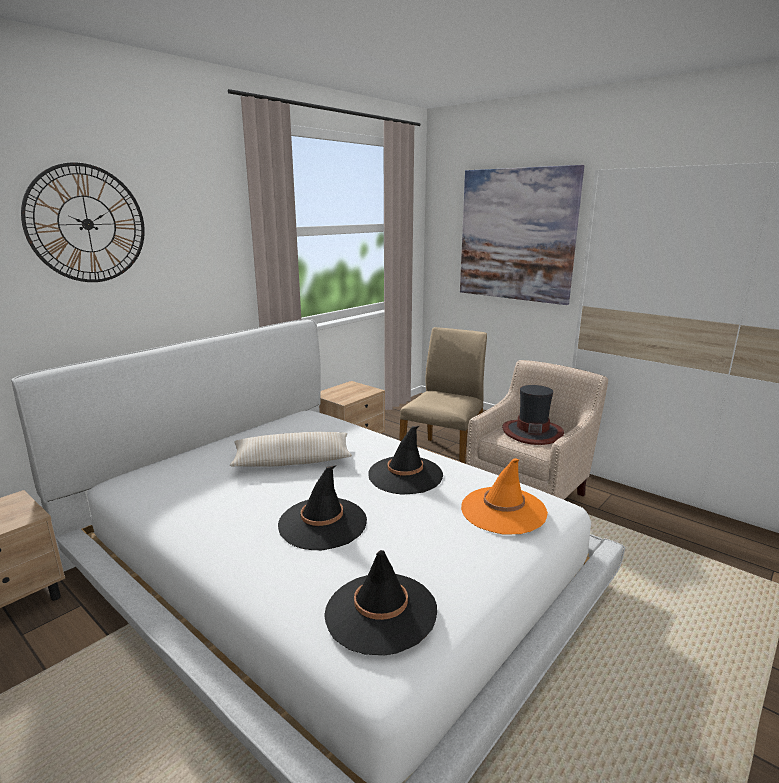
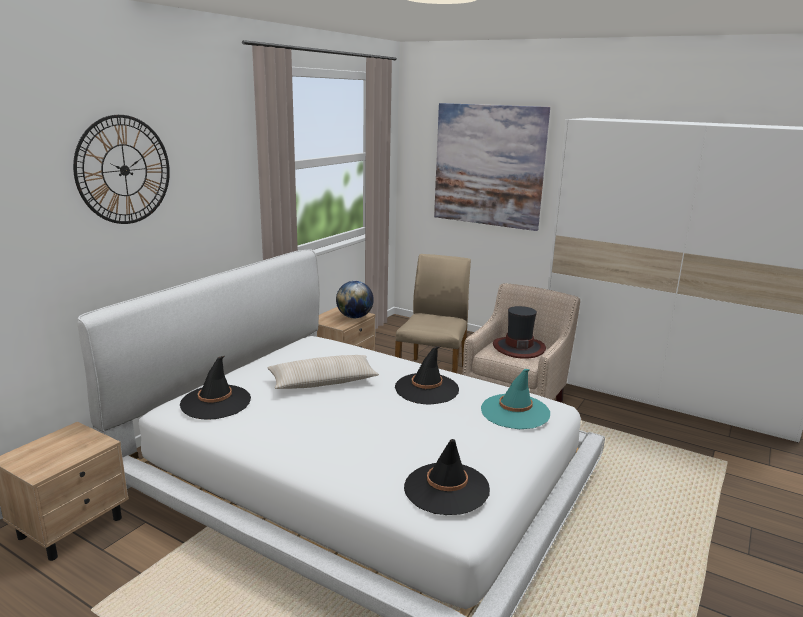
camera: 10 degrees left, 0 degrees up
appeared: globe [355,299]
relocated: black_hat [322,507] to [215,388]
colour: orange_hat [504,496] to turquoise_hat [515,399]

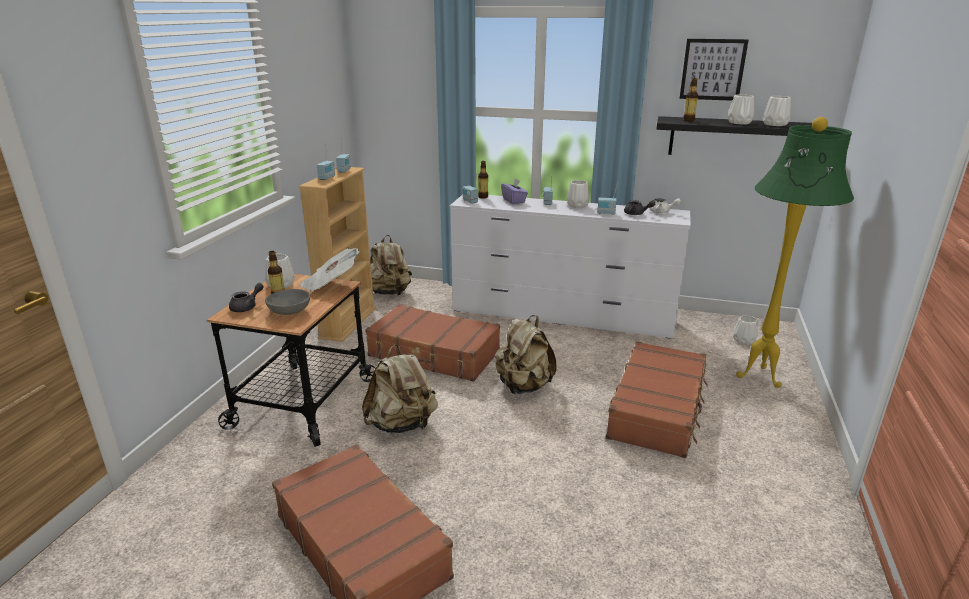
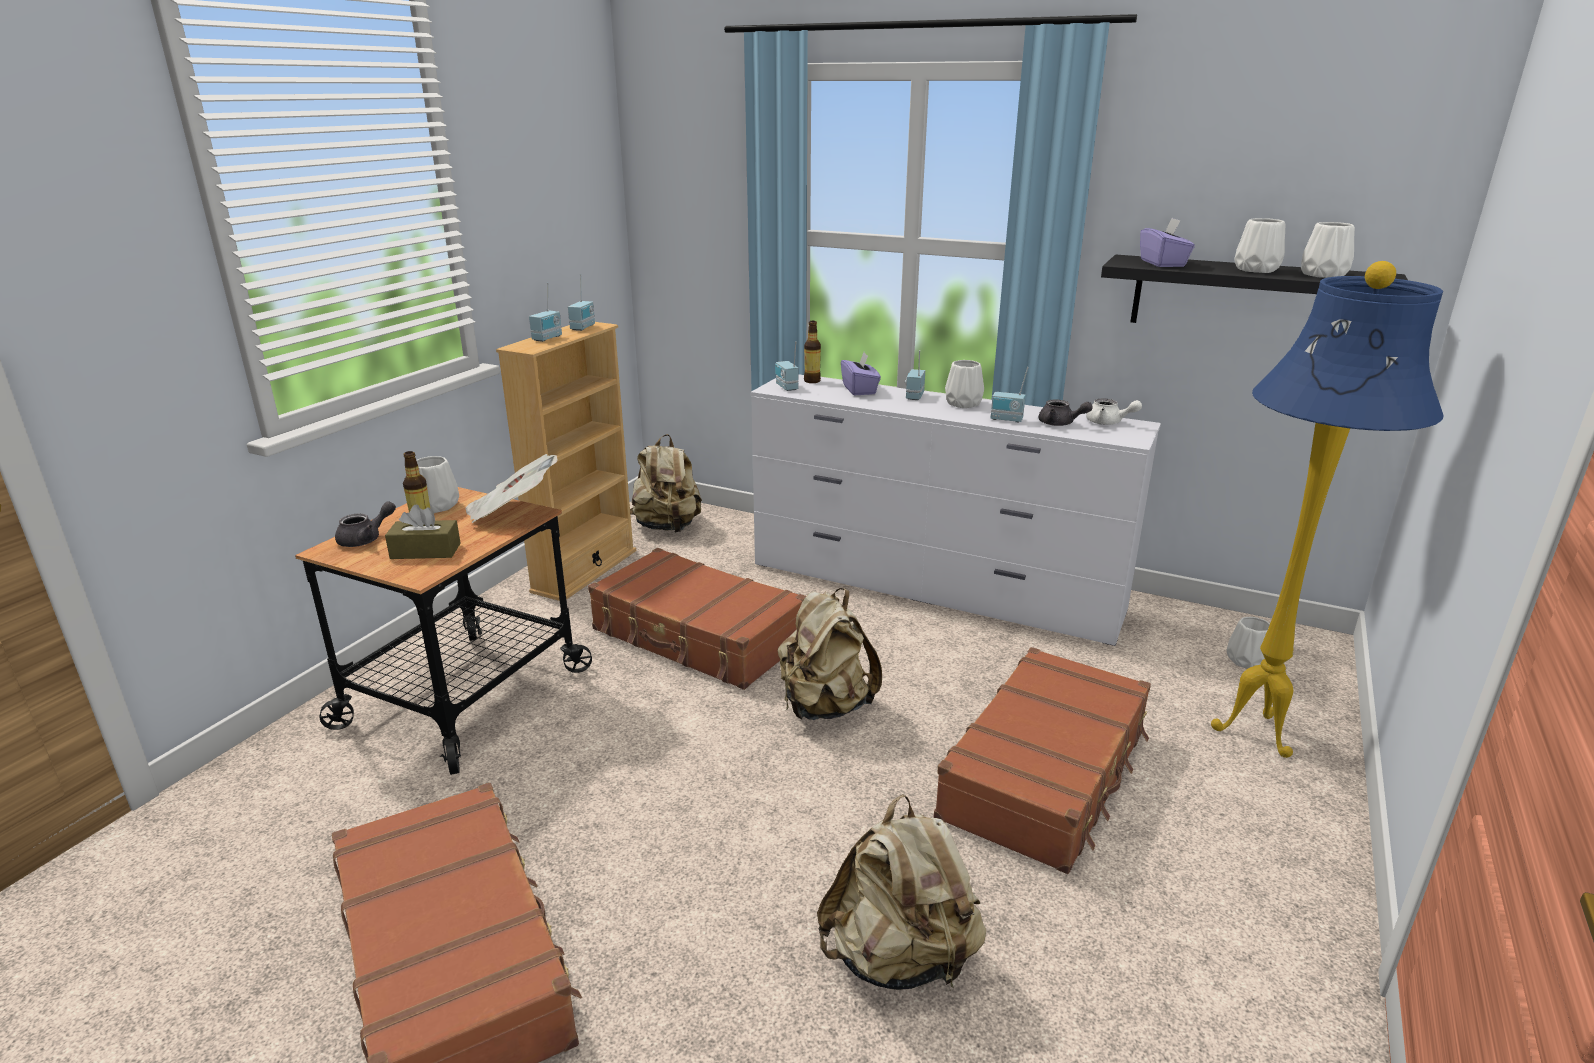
camera: 10 degrees right, 0 degrees up
missing: picture [714,70]
relocated: beige_backpack [400,389] to [901,892]
exchanged: grey_bowl [287,302] to brown_tissue_box [423,531]; bottle [690,100] to purple_tissue_box [1167,242]
colour: green_floor_lamp [795,252] to blue_floor_lamp [1327,509]

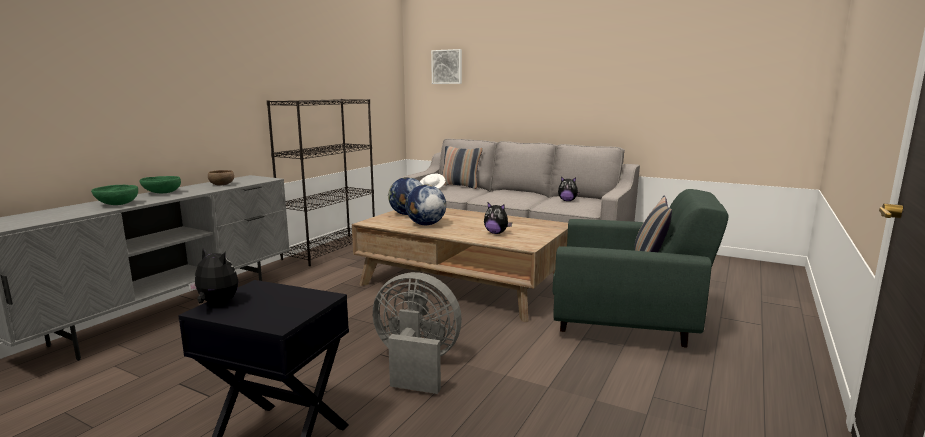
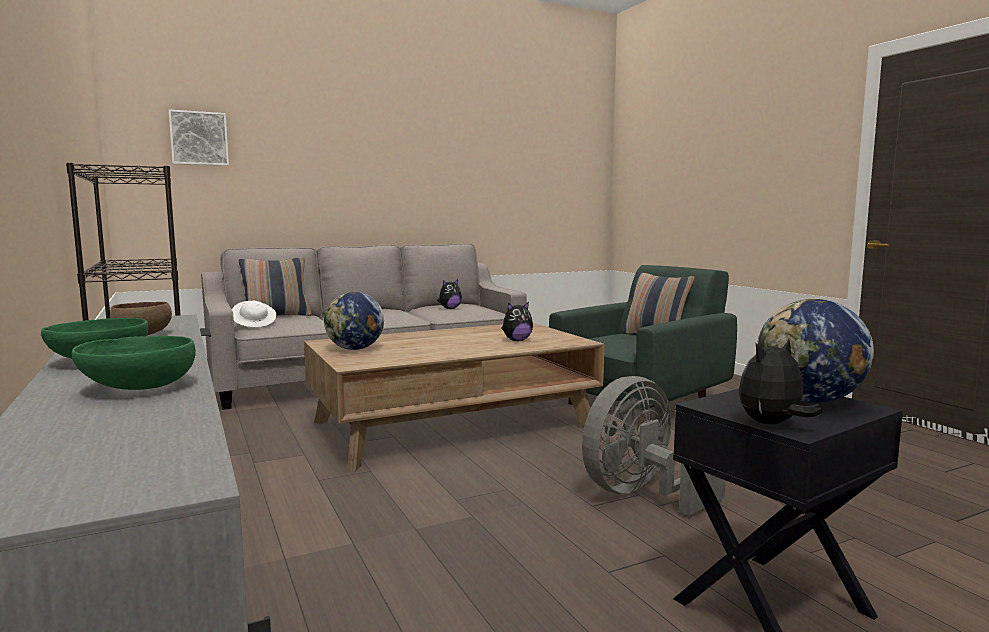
camera: 55 degrees left, 5 degrees down
relocated: globe [425,204] to [815,351]

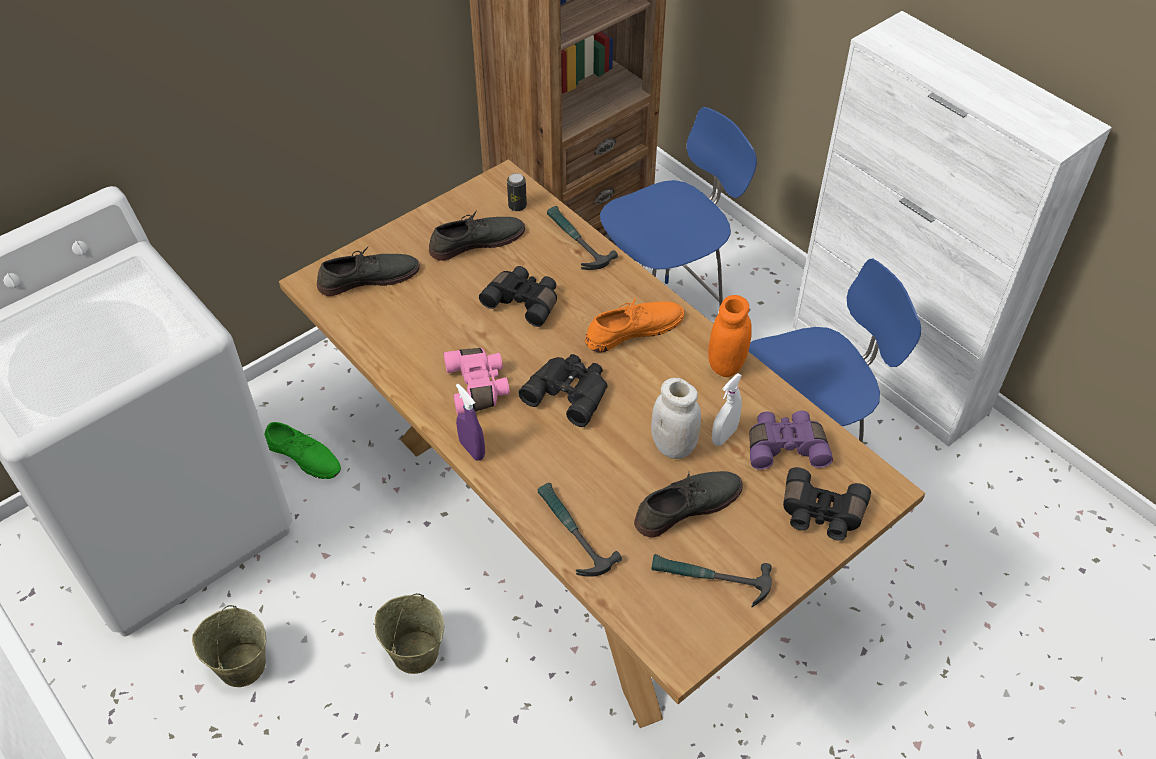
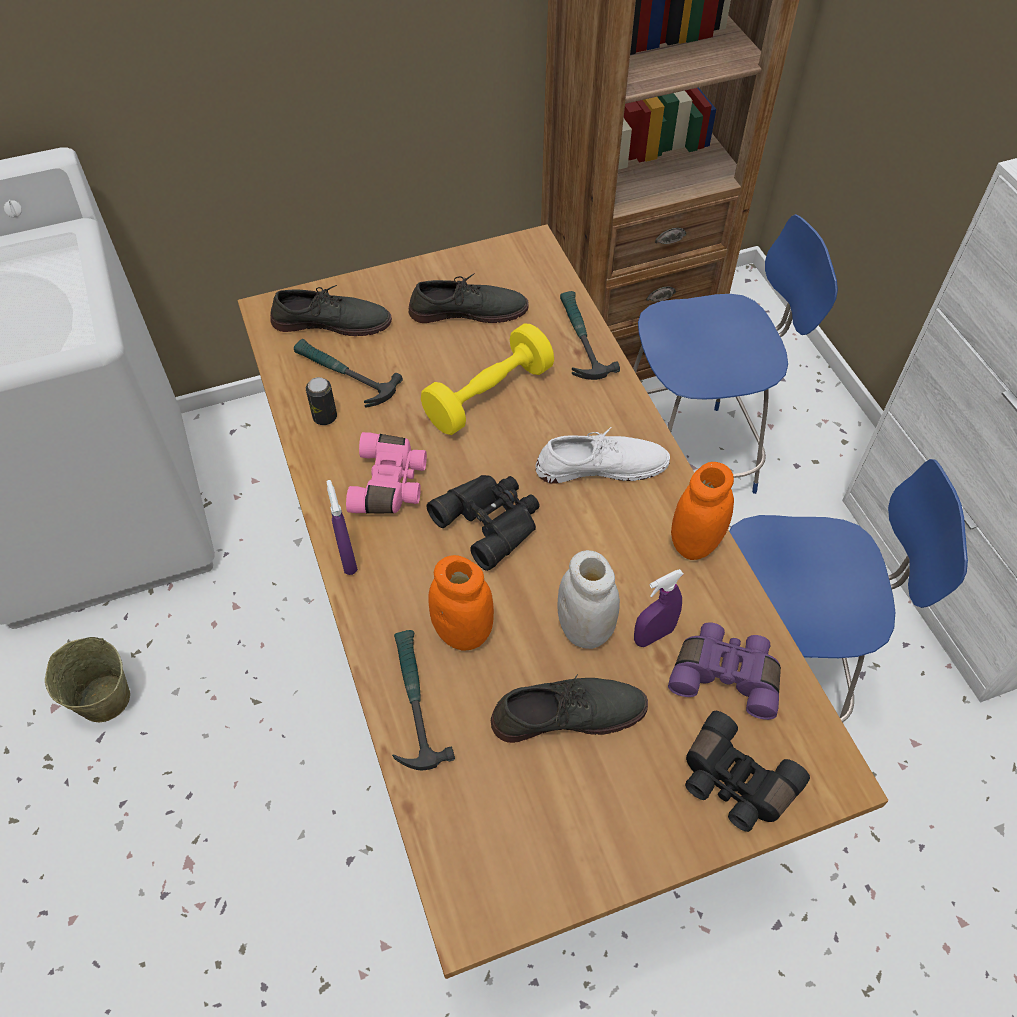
camera: 20 degrees right, 5 degrees up
missing: green_shoe [302,450]; beige_bucket [409,633]
appeared: orange_jar [461,603]
relocated: can [517,192] to [321,401]; hammer [711,580] to [348,373]
exchanged: black_binoculars [518,296] to yellow_dumbbell [487,379]
colour: orange_shoe [634,325] to white_shoe [602,455]; white_spray_bottle [727,409] to purple_spray_bottle [658,608]

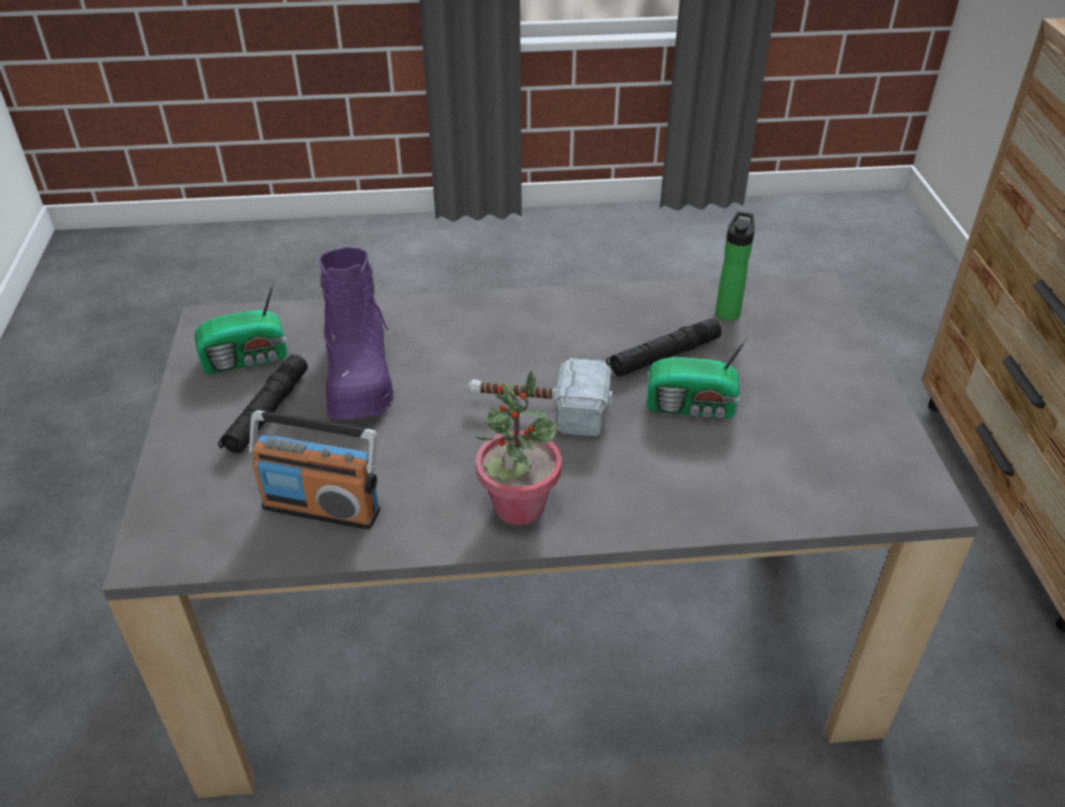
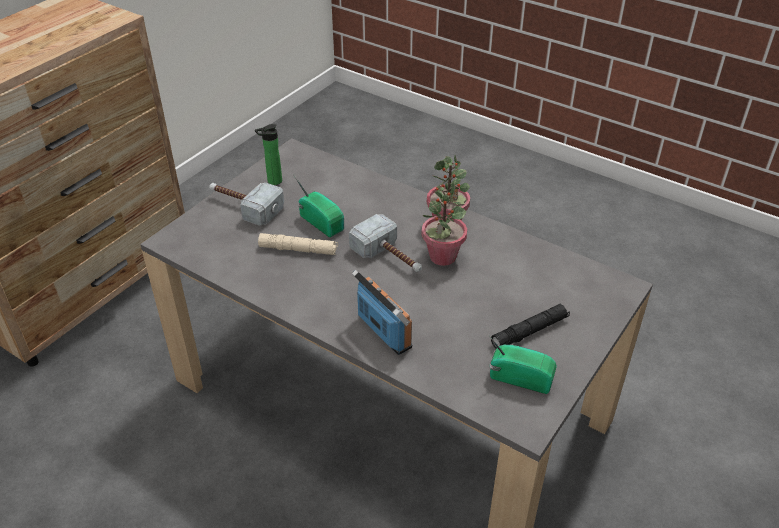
camera: 140 degrees left, 0 degrees up
missing: purple_boot [356,333]
appeared: hammer [246,204]; potted_plant [444,223]
relocated: radio [314,470] to [382,312]; bottle [735,266] to [268,154]
colour: black_flashlight [663,347] to beige_flashlight [298,244]

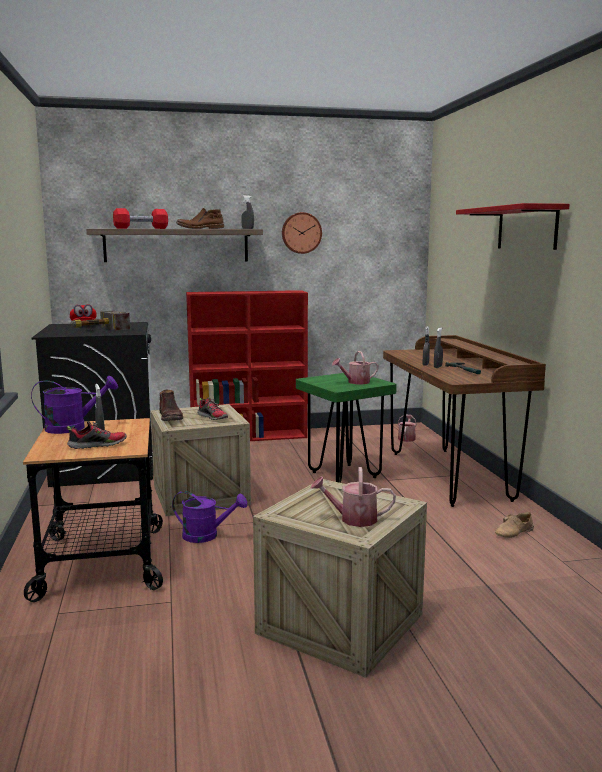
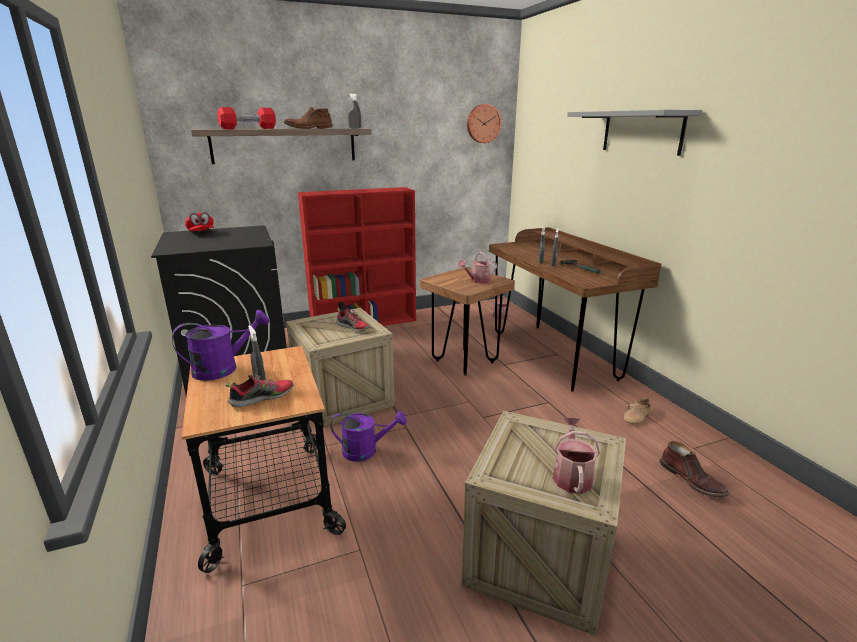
camera: 10 degrees left, 10 degrees up
missing: hammer [100,320]
relocated: brown_boot [171,405] to [694,469]; wall_clock [302,233] to [484,123]
colour: green_stool [346,428] to brown_stool [467,321]; red_shelf [513,226] to grey_shelf [635,133]
spun: watering_can [353,497] = [576,455] 105 degrees clockwise

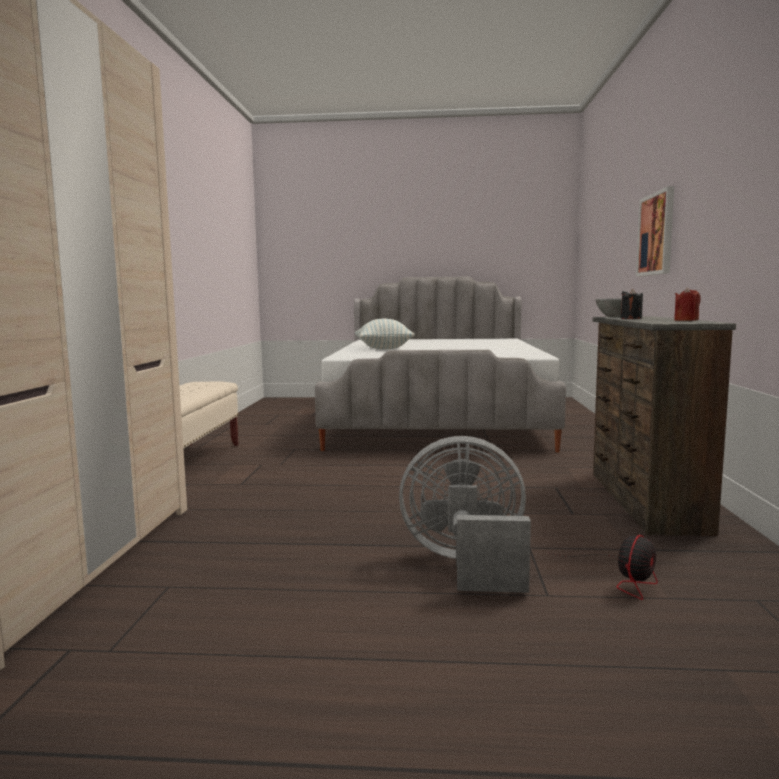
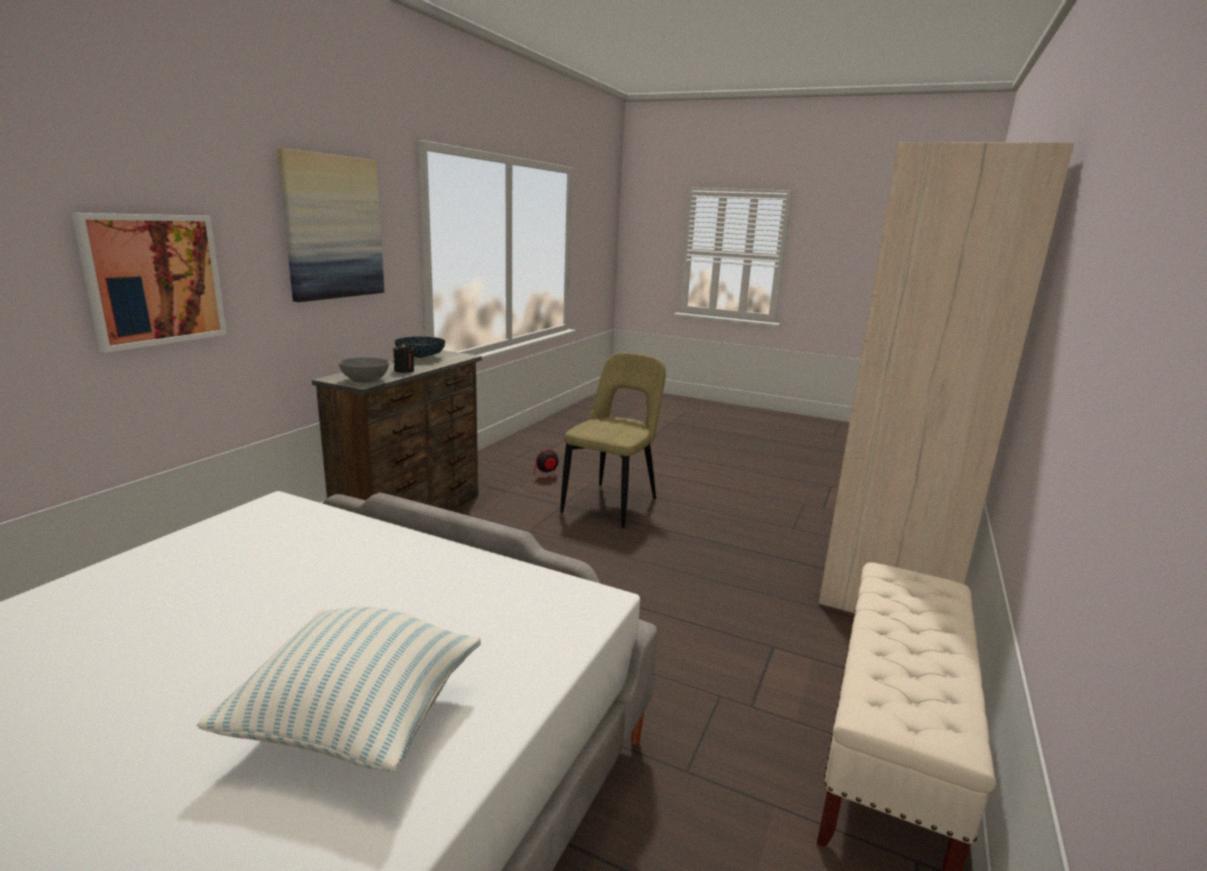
camera: 160 degrees left, 10 degrees up
appeared: picture [330,225]
exchanged: grey_fan [465,514] to beige_chair [613,440]; red_candle [687,304] to bowl [420,347]

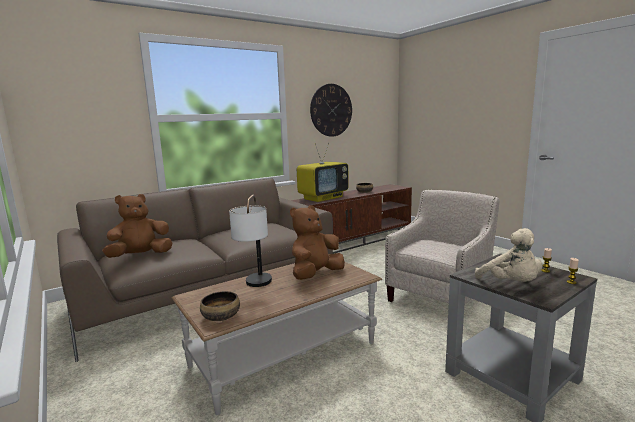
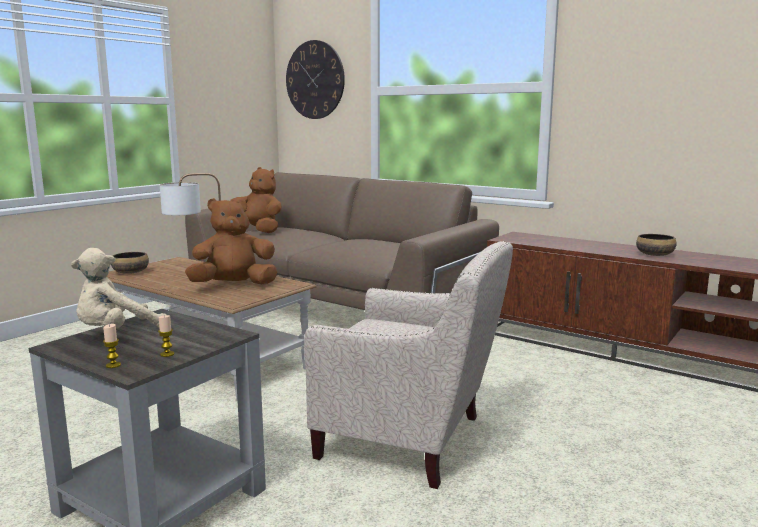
camera: 70 degrees right, 0 degrees up
missing: television [323,172]
relocated: wall_clock [331,110] to [315,79]
spun: brown_plush_toy [317,242] = [231,241] 45 degrees counterclockwise

